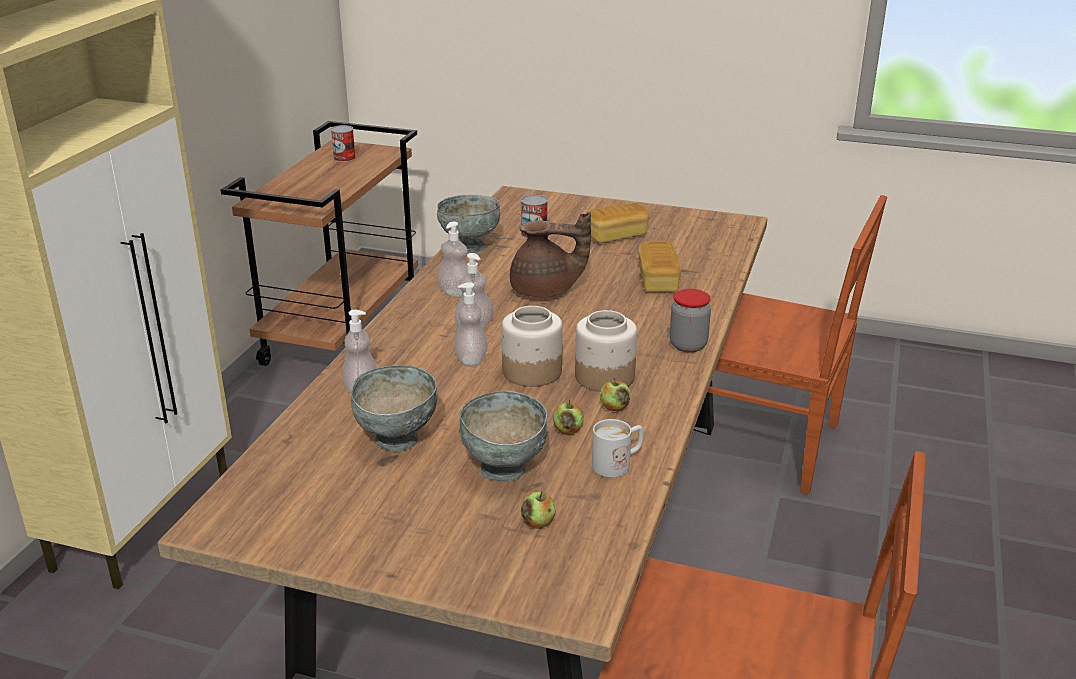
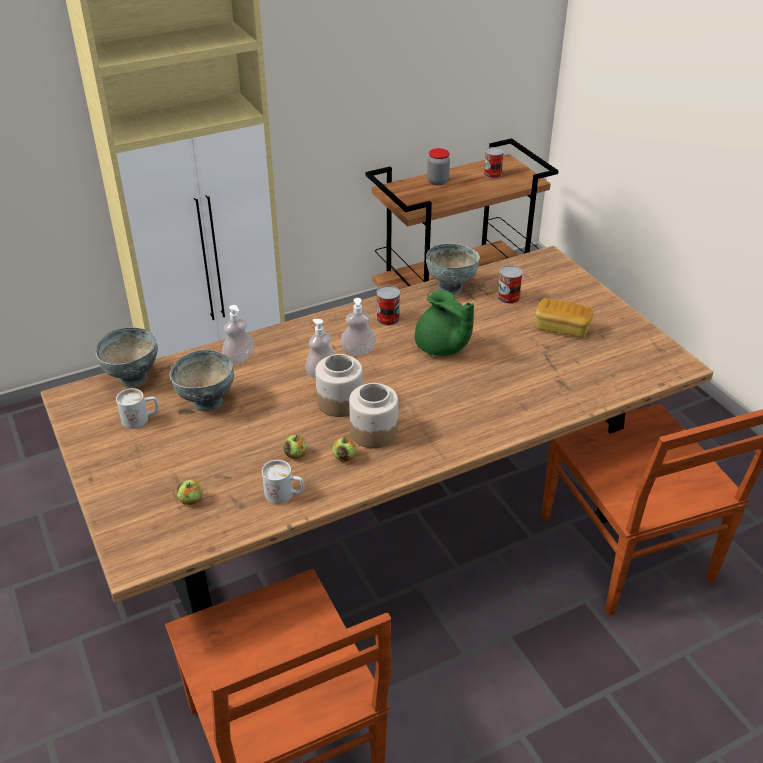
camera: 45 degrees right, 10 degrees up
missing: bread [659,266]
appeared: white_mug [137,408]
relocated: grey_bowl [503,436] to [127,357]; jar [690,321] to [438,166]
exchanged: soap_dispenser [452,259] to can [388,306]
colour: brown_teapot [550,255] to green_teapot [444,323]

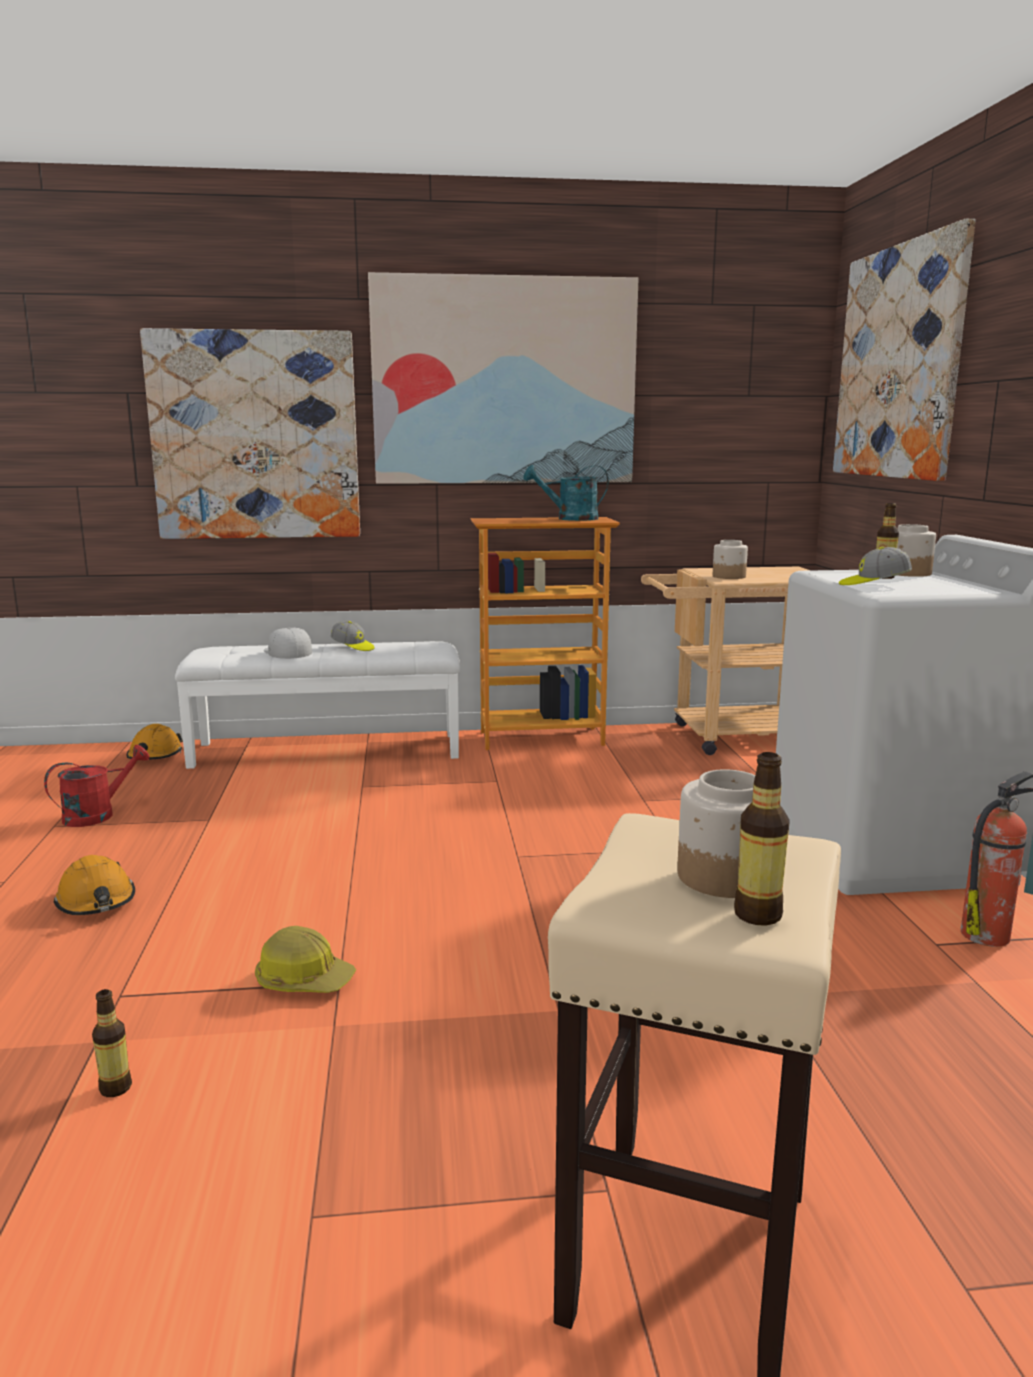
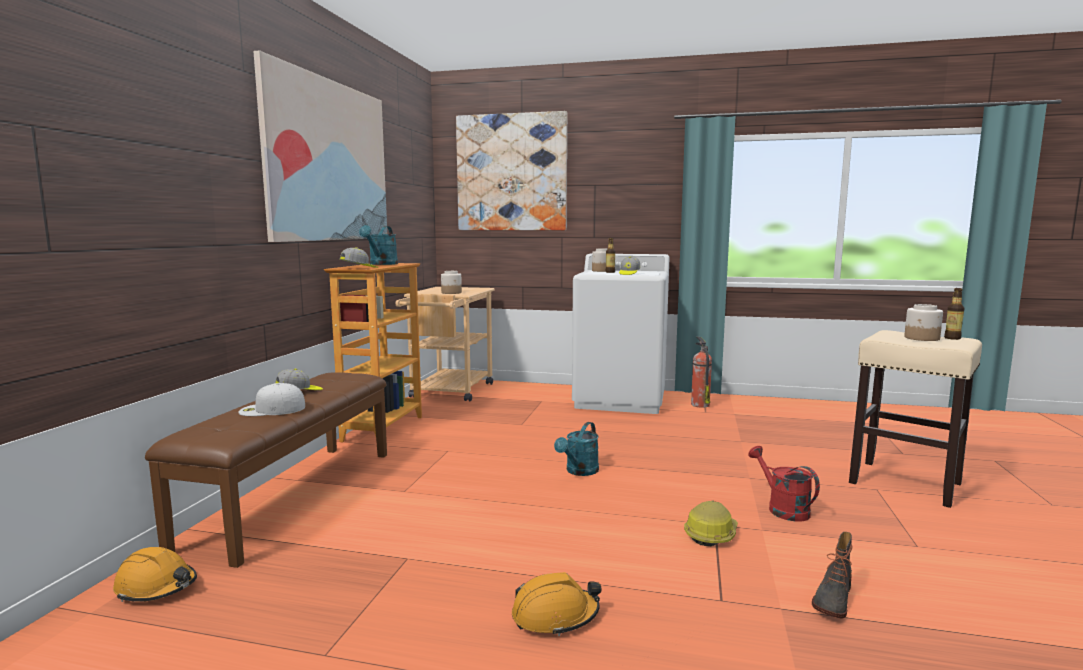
camera: 70 degrees left, 5 degrees down
missing: picture [250,433]
appeared: cap [359,257]; turquoise_watering_can [576,449]
relocated: red_watering_can [97,786] to [784,483]
exchanged: bottle [112,1043] to boot [832,575]
colour: white_bench [317,705] to brown_bench [266,470]

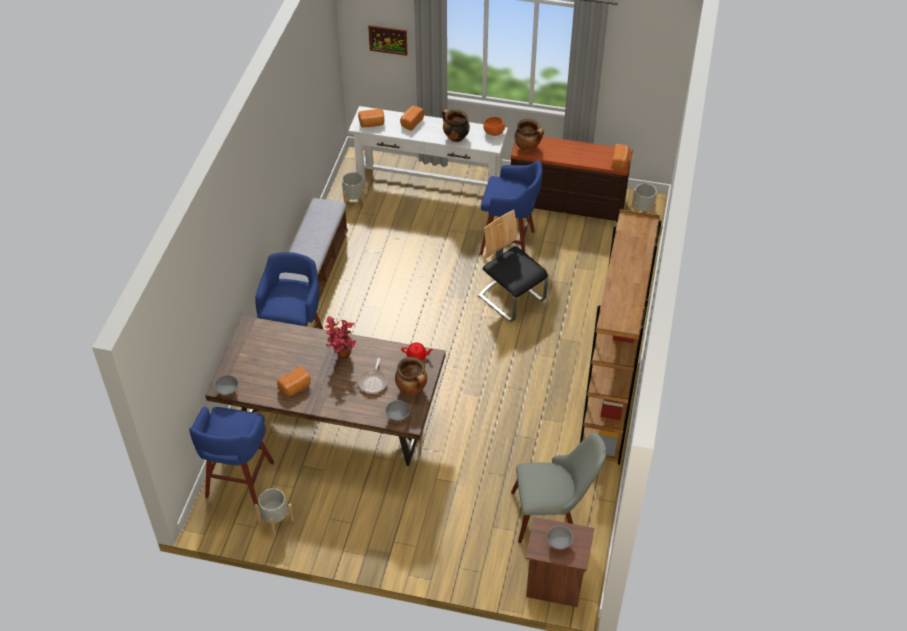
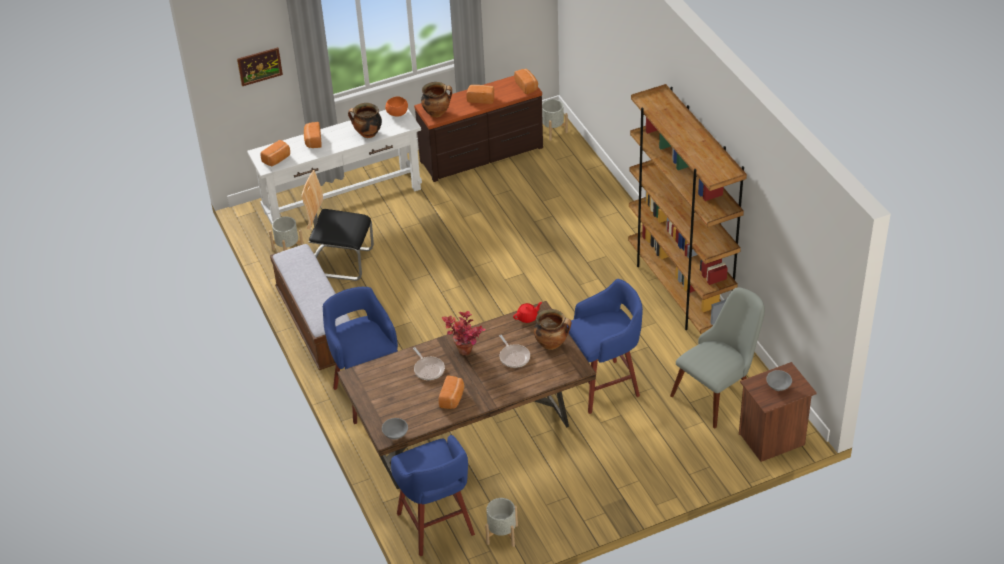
camera: 35 degrees left, 5 degrees down
missing: grey_bowl [397,410]
appeared: frying_pan [429,363]; bread [480,94]
relocated: chair [513,266] to [337,225]; blue_stool [511,207] to [604,346]

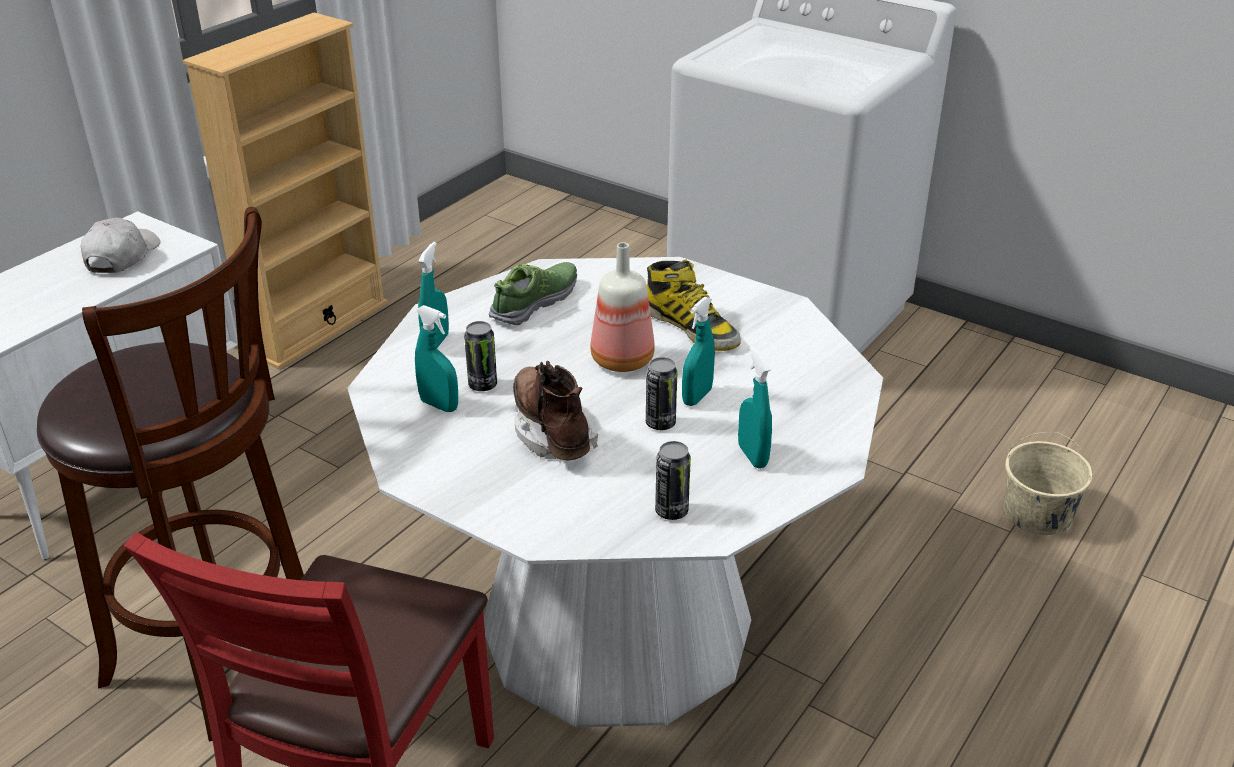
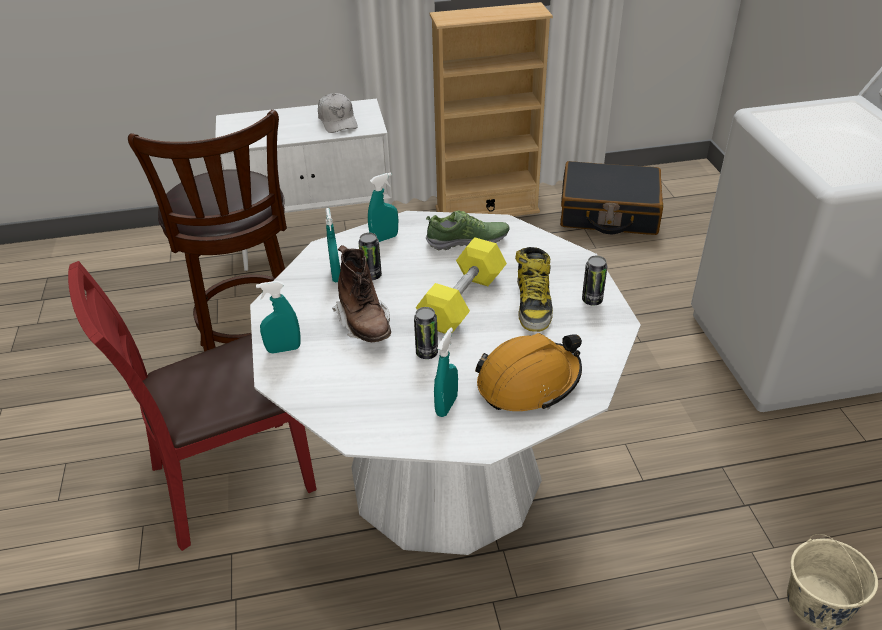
camera: 45 degrees right, 5 degrees up
appeared: orange_hard_hat [528,372]; black_suitcase [611,198]
relocated: can [673,480] to [594,280]; turquoise_spray_bottle [698,351] to [278,317]
exchanged: bottle [622,307] to yellow_dumbbell [461,285]
spun: white_cap [120,245] = [338,113] 105 degrees clockwise; brown_boot [555,411] = [361,293] 135 degrees clockwise

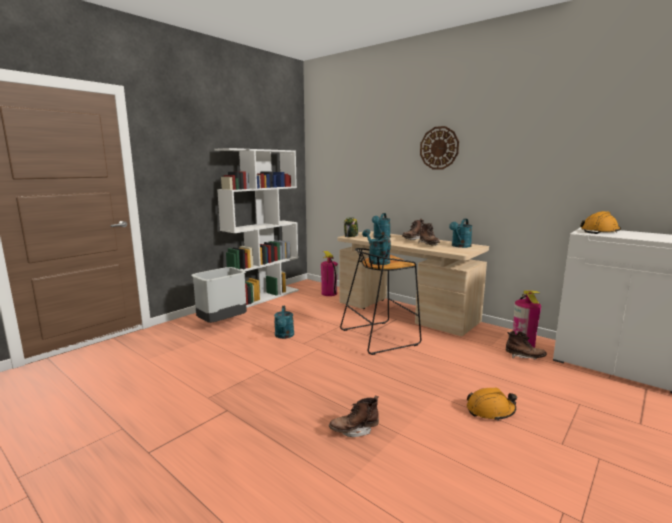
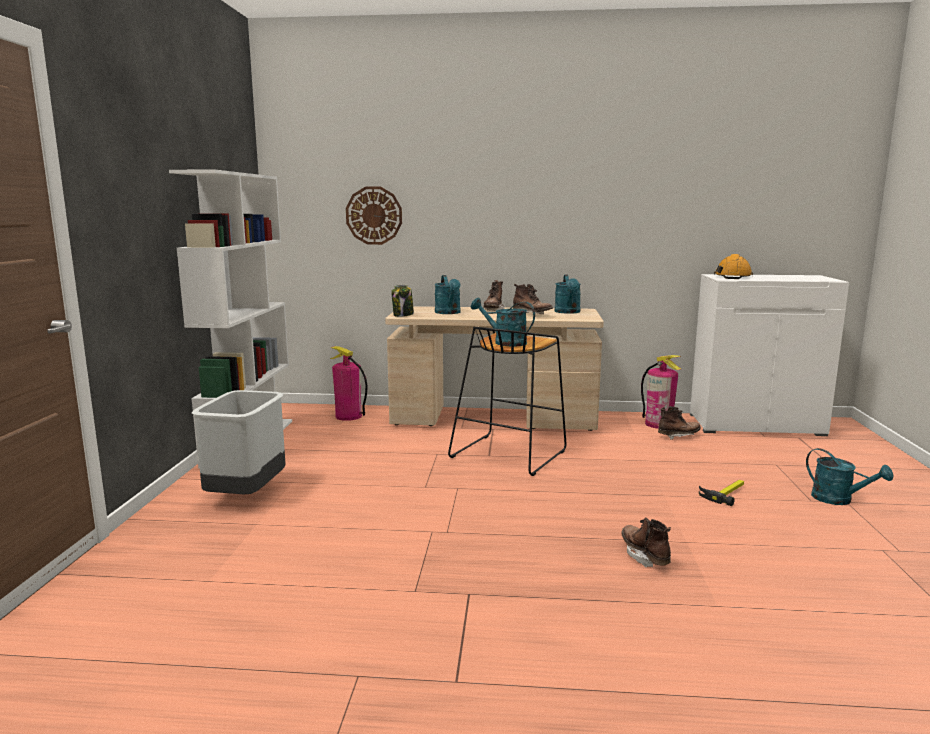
camera: 35 degrees left, 0 degrees up
relocated: turquoise_watering_can [284,322] to [849,476]; wall_clock [439,148] to [374,215]
exchanged: orange_hard_hat [492,404] to hammer [721,493]
spun: brown_boot [354,416] = [646,542] 120 degrees clockwise

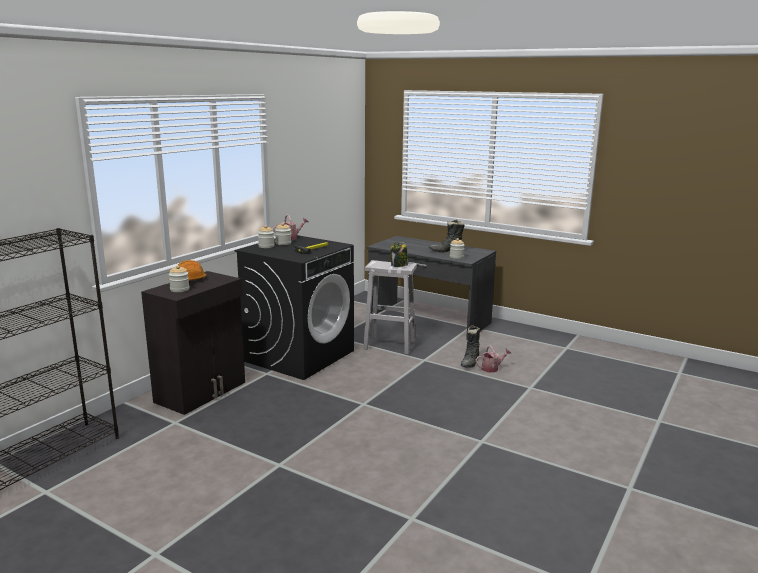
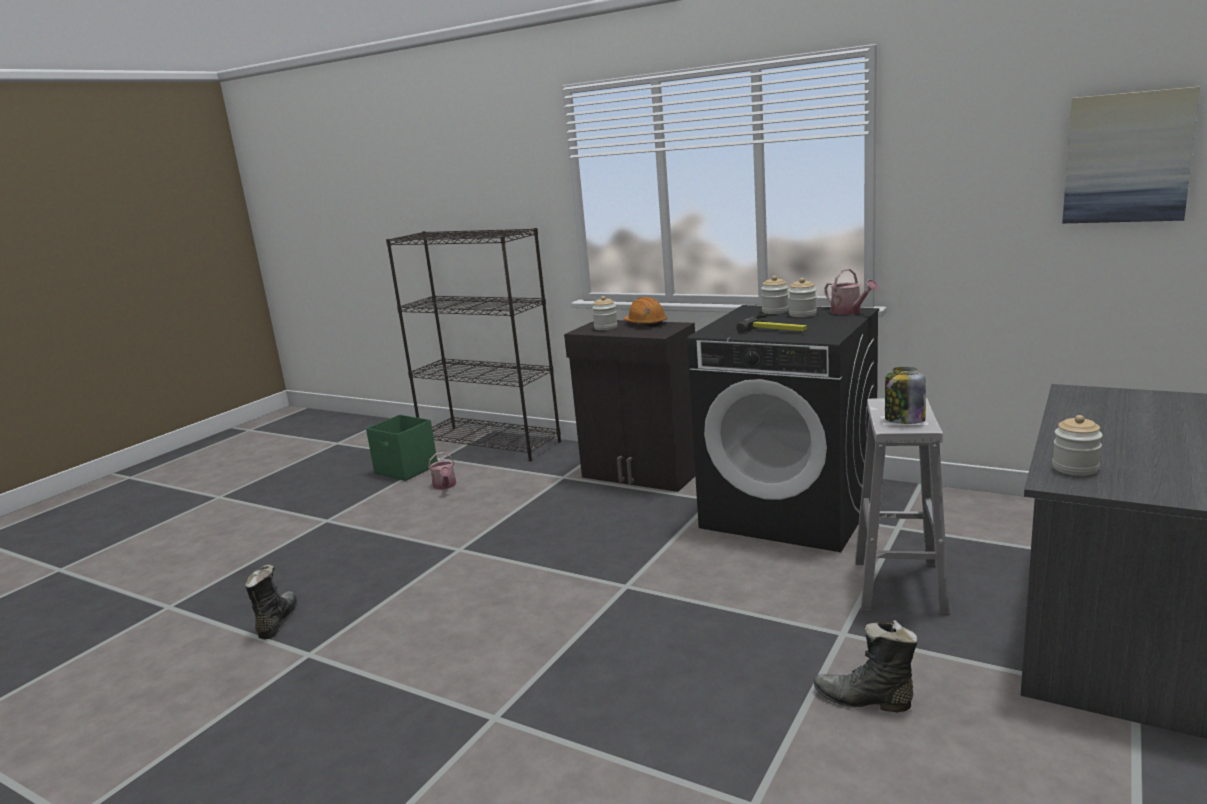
camera: 90 degrees right, 0 degrees up
appeared: green_storage_box [401,448]; picture [1131,154]
relocated: black_boot [446,236] to [271,602]; watering_can [493,359] to [442,471]

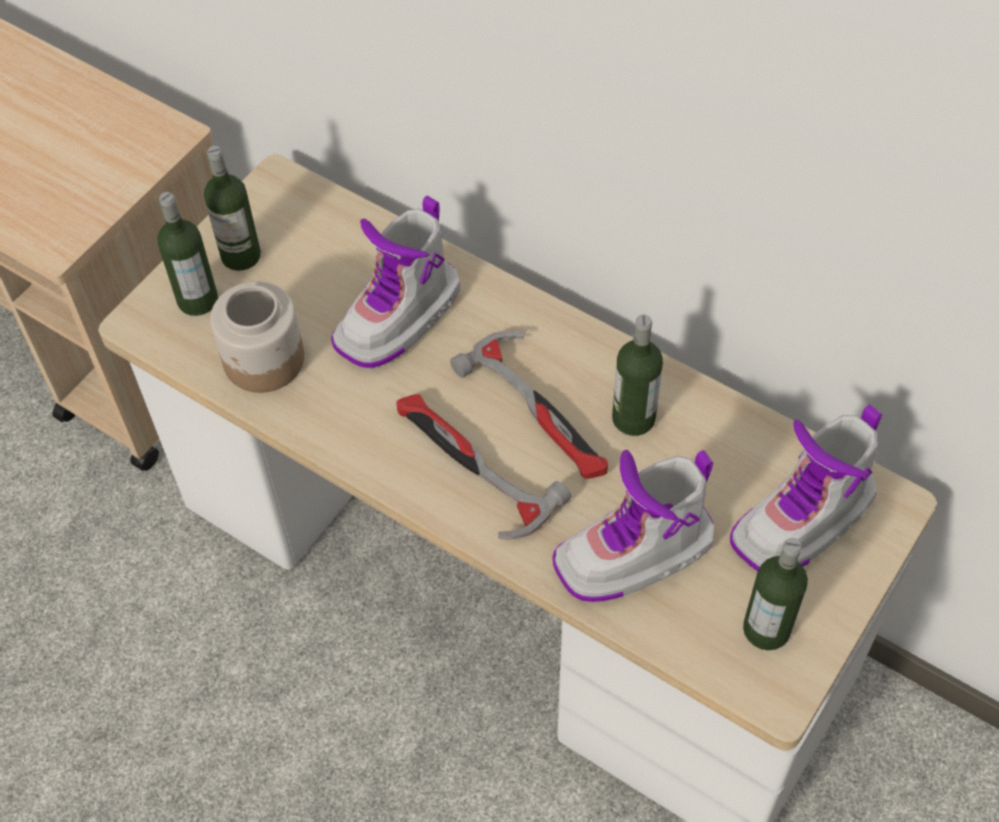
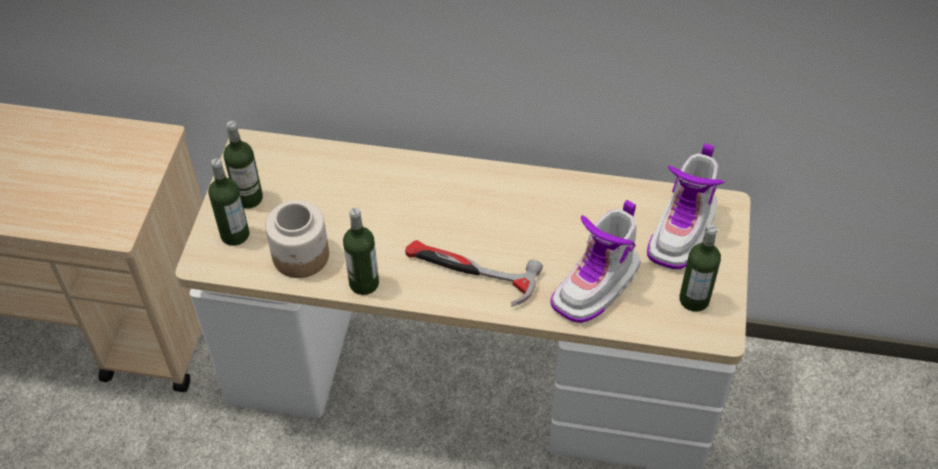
camera: 25 degrees left, 5 degrees down
missing: boot [395,282]; hammer [529,405]
relocated: bottle [637,375] to [361,251]

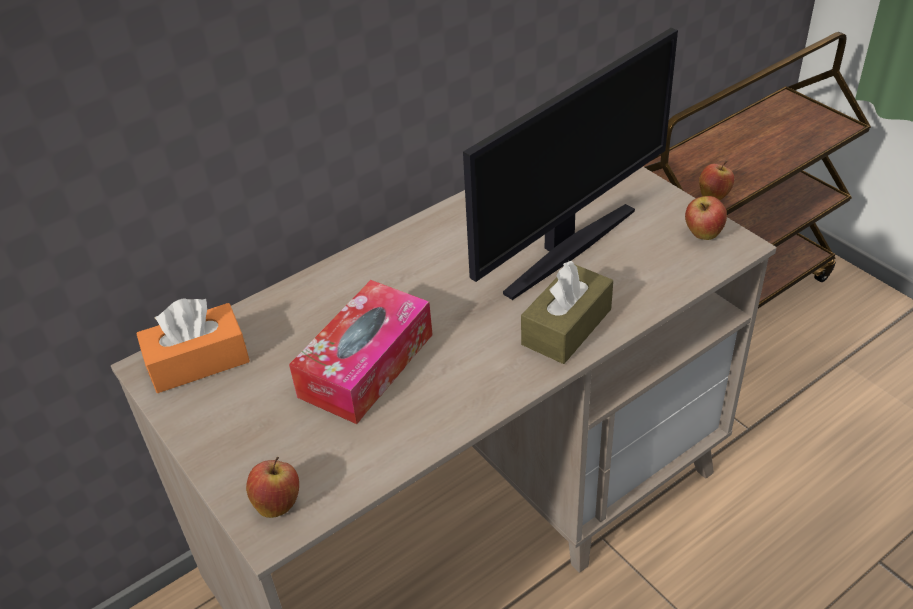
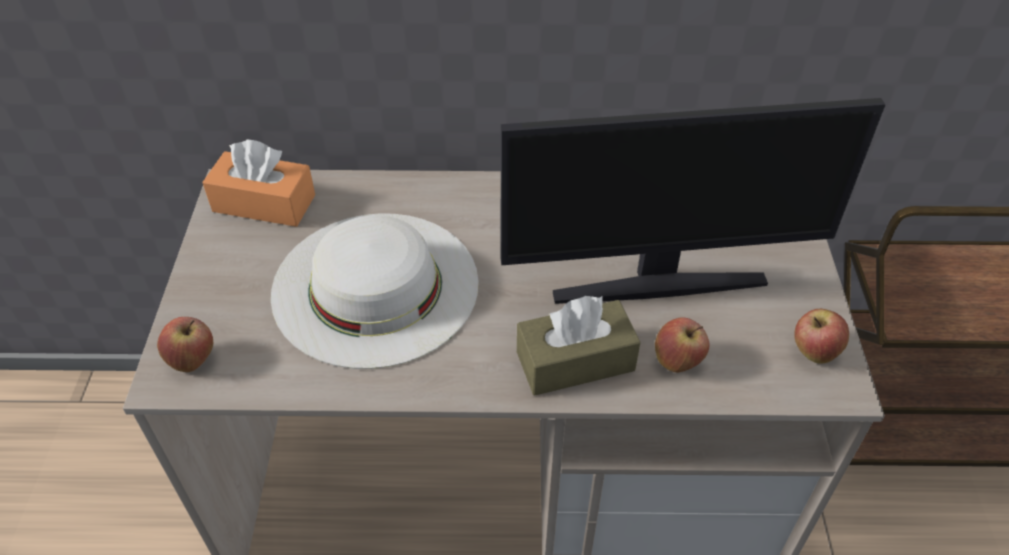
camera: 35 degrees right, 5 degrees up
relocated: apple [716,180] to [682,345]
exchanged: tissue_box [361,352] to white_hat [375,291]

